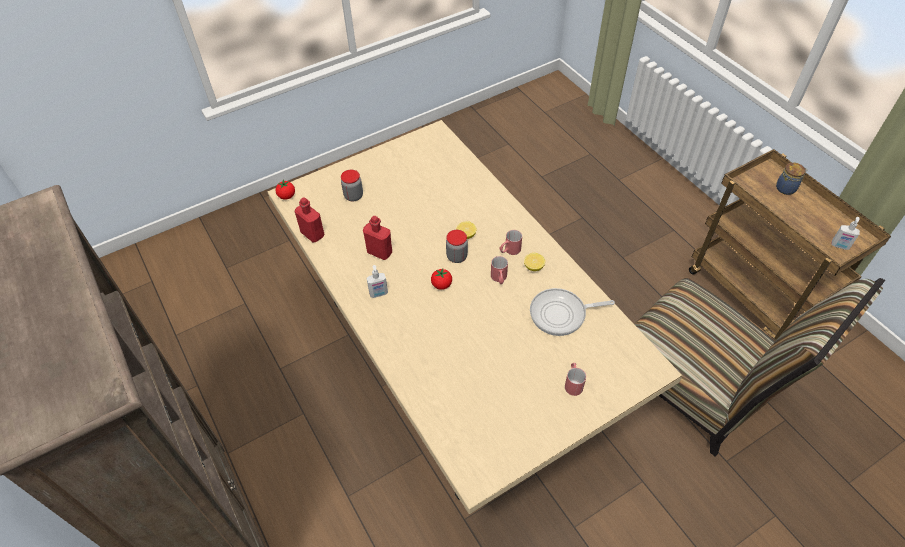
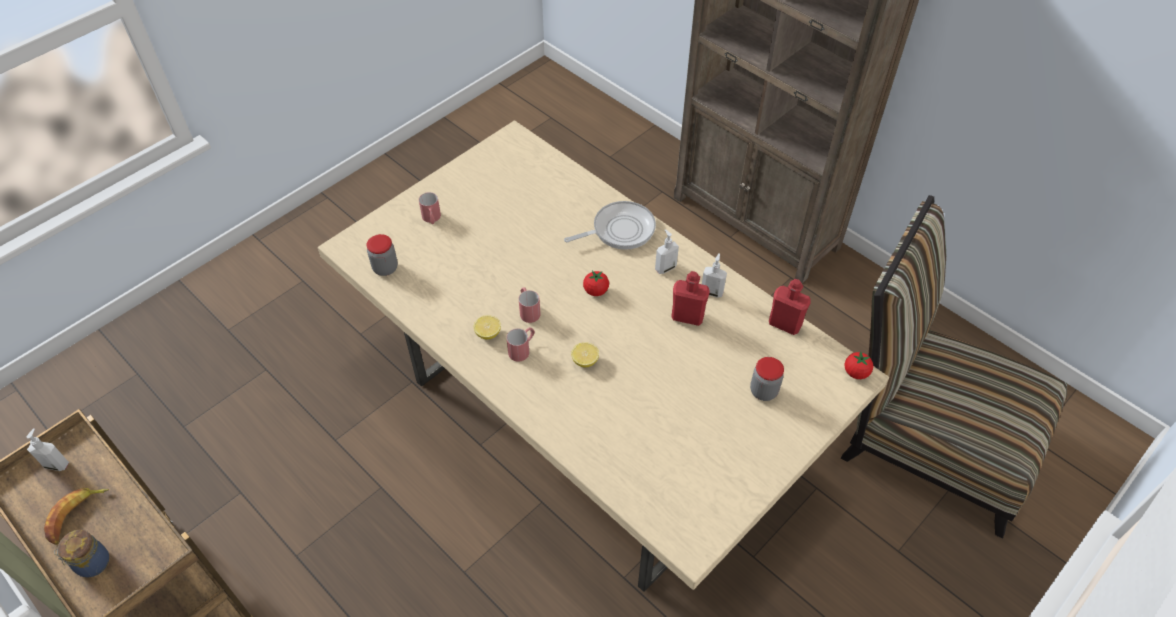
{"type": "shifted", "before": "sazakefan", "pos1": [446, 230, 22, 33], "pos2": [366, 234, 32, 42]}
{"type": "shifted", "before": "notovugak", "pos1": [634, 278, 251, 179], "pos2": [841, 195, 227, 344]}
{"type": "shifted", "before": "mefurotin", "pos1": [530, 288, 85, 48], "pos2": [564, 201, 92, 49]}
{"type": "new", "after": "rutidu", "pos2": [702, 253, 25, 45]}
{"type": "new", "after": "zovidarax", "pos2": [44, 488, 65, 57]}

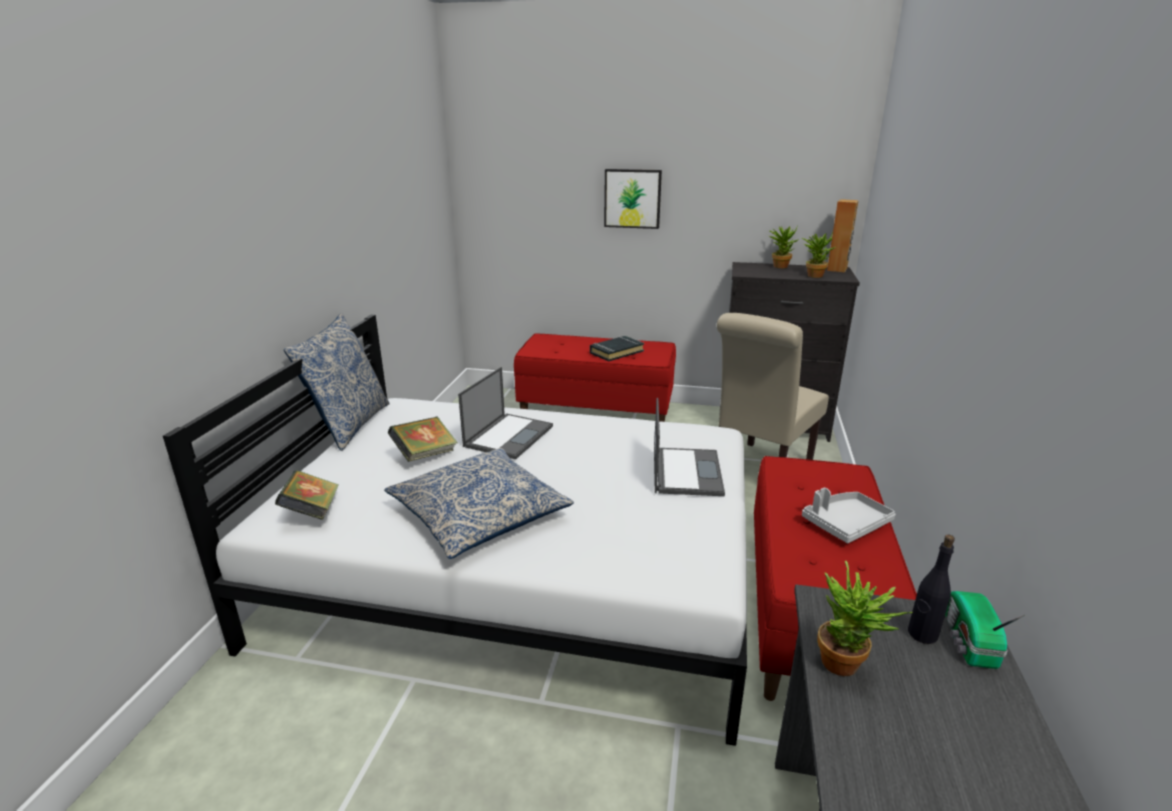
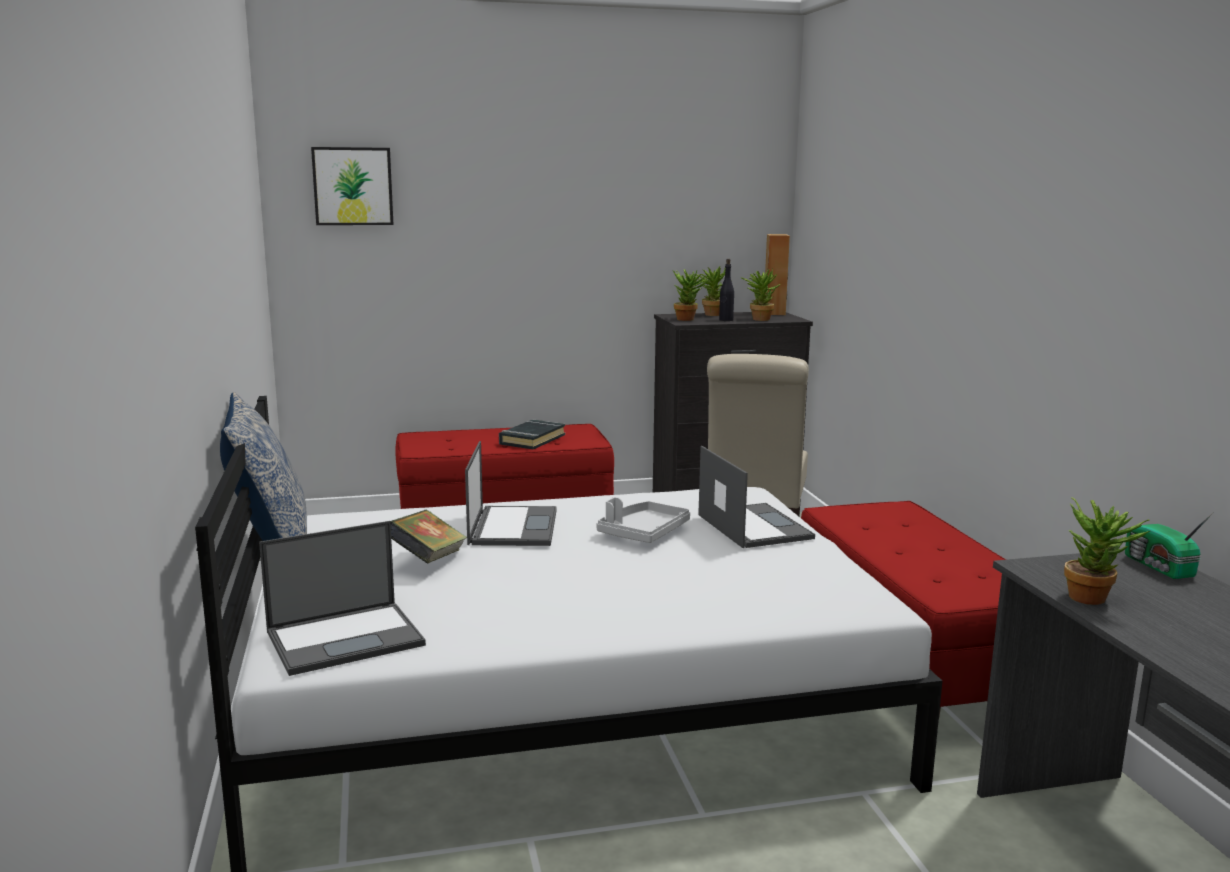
{"type": "shifted", "before": "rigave", "pos1": [604, 169, 58, 60], "pos2": [311, 147, 82, 78]}
{"type": "gone", "before": "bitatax", "pos1": [384, 448, 190, 111]}
{"type": "swapped", "before": "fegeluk", "after": "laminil", "pos1": [275, 470, 64, 50], "pos2": [259, 521, 167, 155]}
{"type": "shifted", "before": "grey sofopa", "pos1": [802, 488, 94, 55], "pos2": [596, 497, 94, 46]}
{"type": "shifted", "before": "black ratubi", "pos1": [908, 535, 47, 109], "pos2": [719, 259, 15, 62]}
{"type": "new", "after": "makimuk", "pos2": [673, 269, 37, 52]}

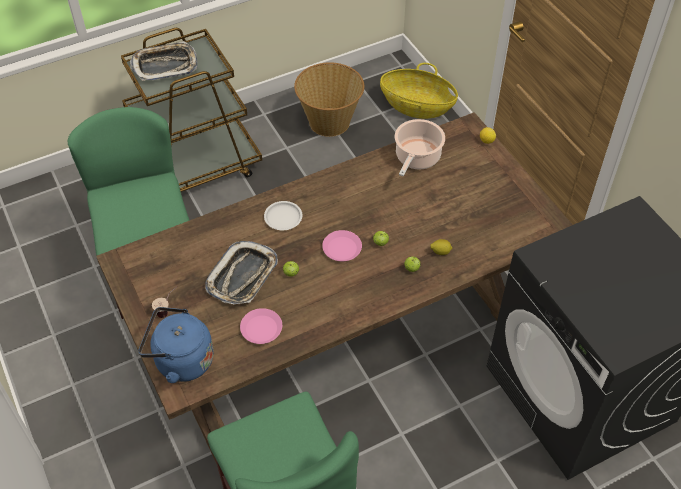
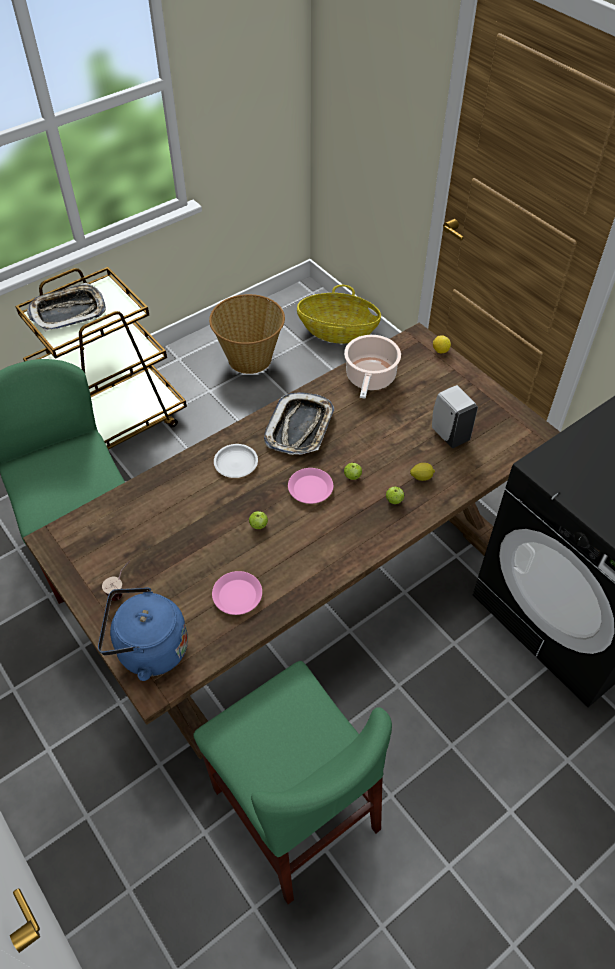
{"type": "shifted", "before": "sofopa", "pos1": [205, 241, 73, 63], "pos2": [264, 392, 70, 63]}
{"type": "new", "after": "white rutidu", "pos2": [432, 385, 46, 63]}

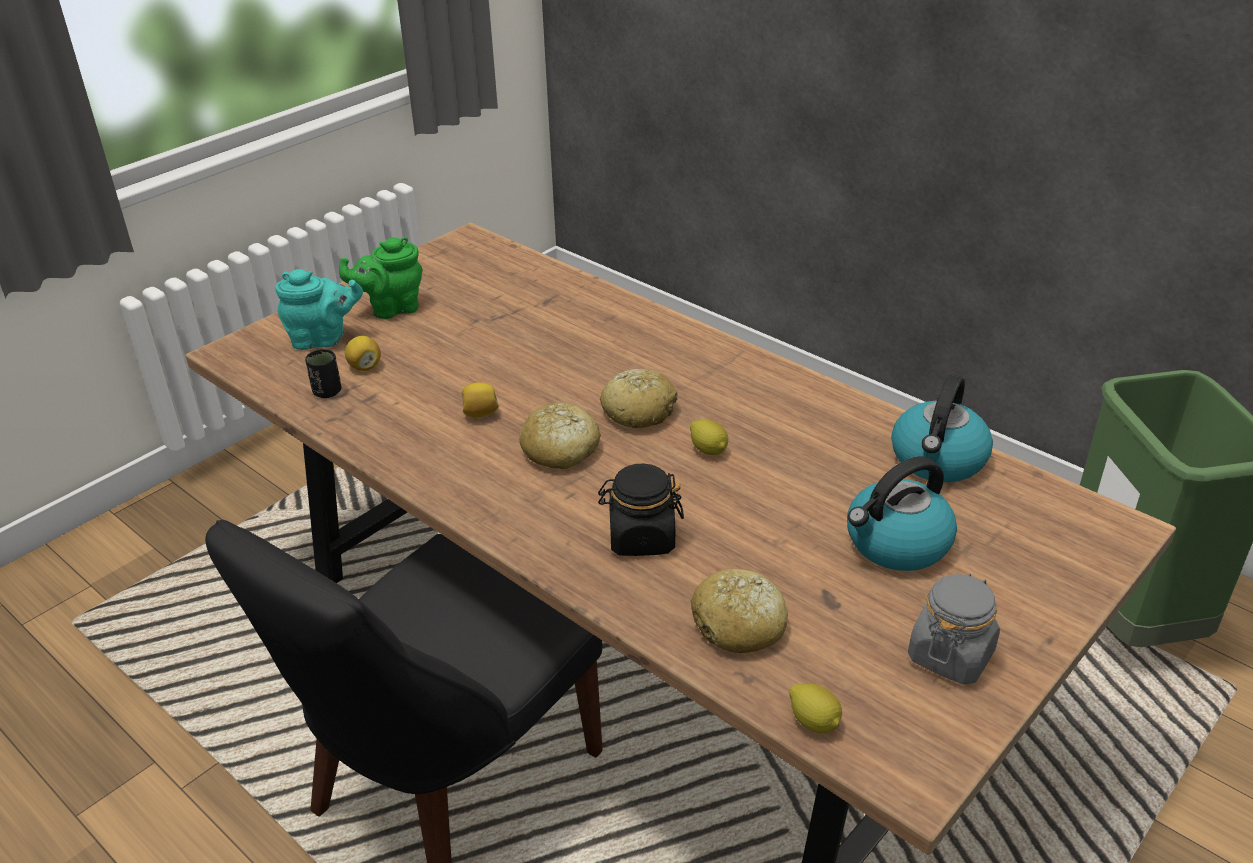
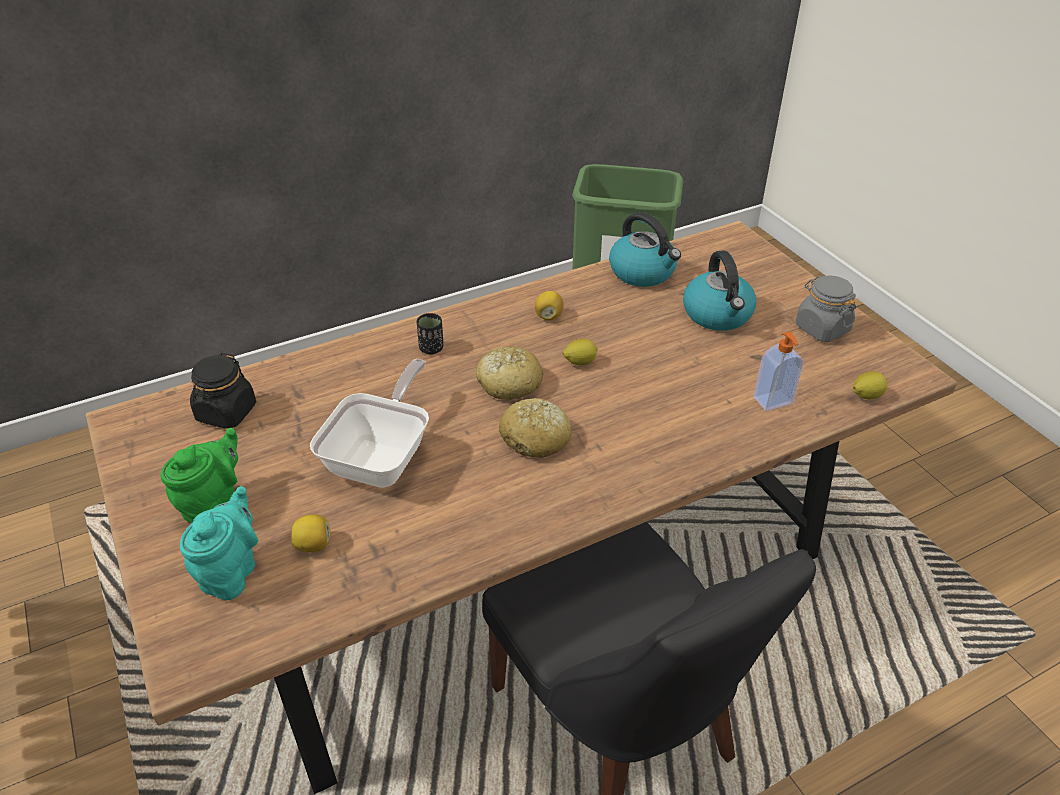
{"type": "rotated", "before": "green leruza", "pos1": [339, 237, 84, 82], "pos2": [160, 428, 78, 96], "turn": -150}
{"type": "shifted", "before": "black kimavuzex", "pos1": [305, 349, 37, 49], "pos2": [417, 313, 26, 42]}
{"type": "shifted", "before": "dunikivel", "pos1": [462, 382, 37, 35], "pos2": [535, 291, 29, 29]}
{"type": "shifted", "before": "black sazakefan", "pos1": [598, 463, 86, 93], "pos2": [190, 353, 66, 76]}
{"type": "swapped", "before": "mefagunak", "after": "rutidu", "pos1": [690, 569, 98, 84], "pos2": [753, 332, 50, 79]}
{"type": "new", "after": "mefurotin", "pos2": [310, 359, 119, 129]}

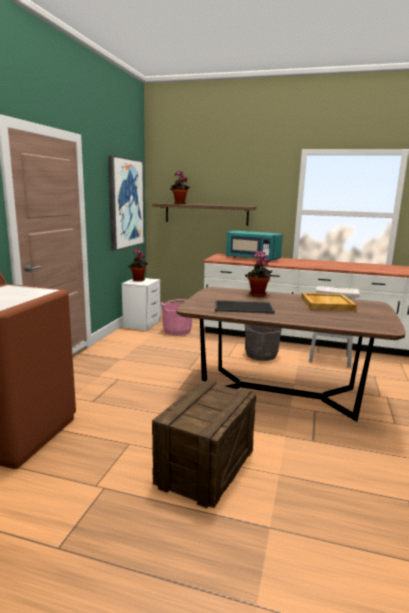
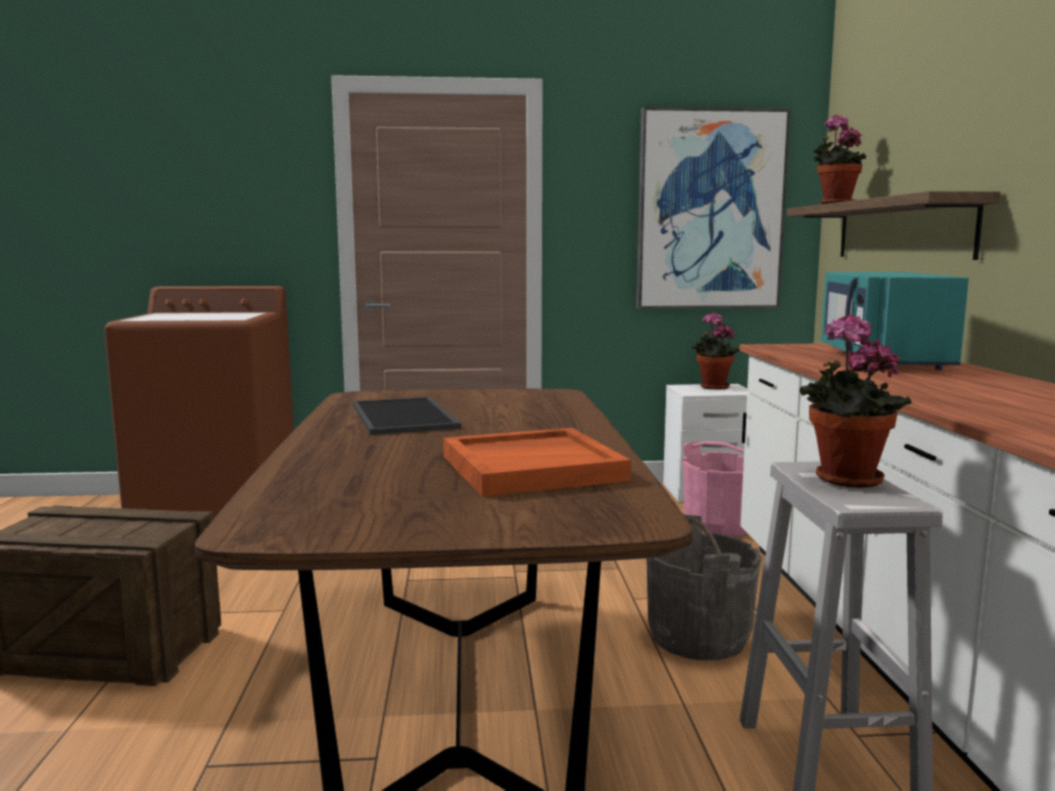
{"type": "shifted", "before": "makimuk", "pos1": [245, 251, 28, 46], "pos2": [799, 314, 113, 174]}
{"type": "repainted", "before": "beige sofopa", "after": "orange sofopa", "pos1": [301, 293, 56, 18], "pos2": [443, 428, 188, 69]}

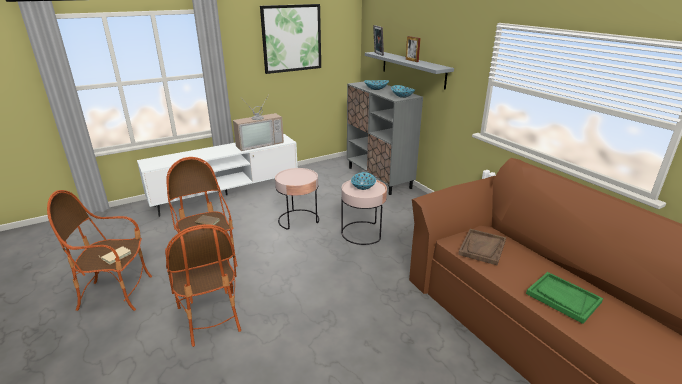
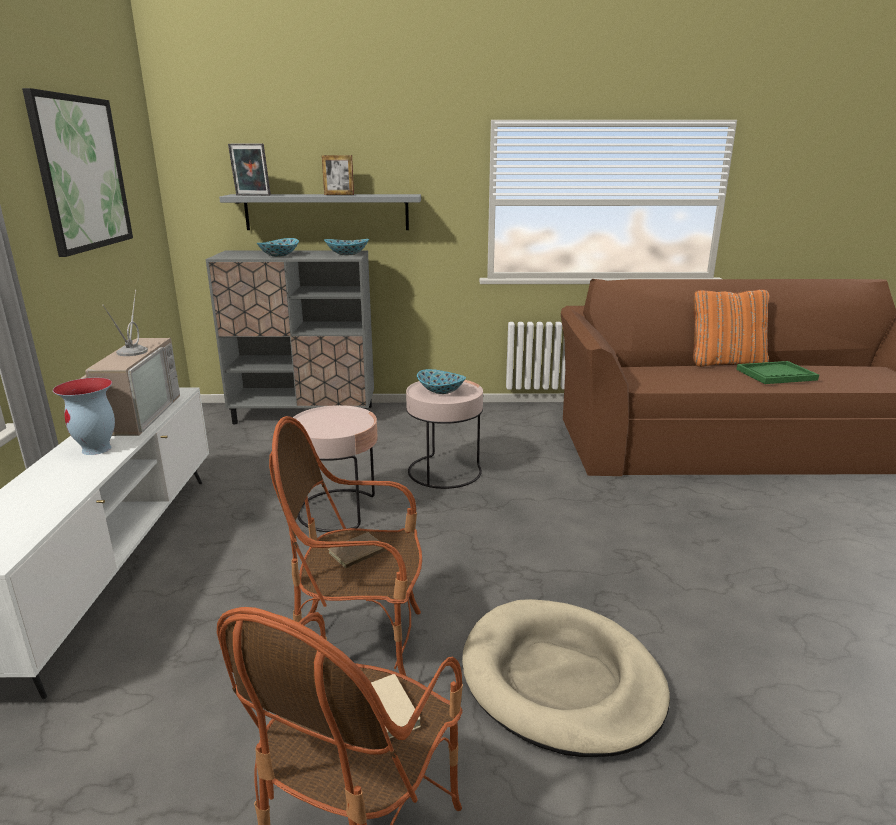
{"type": "swapped", "before": "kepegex", "after": "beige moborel", "pos1": [165, 224, 76, 123], "pos2": [462, 599, 208, 158]}
{"type": "gone", "before": "brown sofopa", "pos1": [458, 229, 48, 36]}
{"type": "new", "after": "orange bitatax", "pos2": [693, 289, 77, 78]}
{"type": "new", "after": "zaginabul", "pos2": [53, 378, 62, 77]}

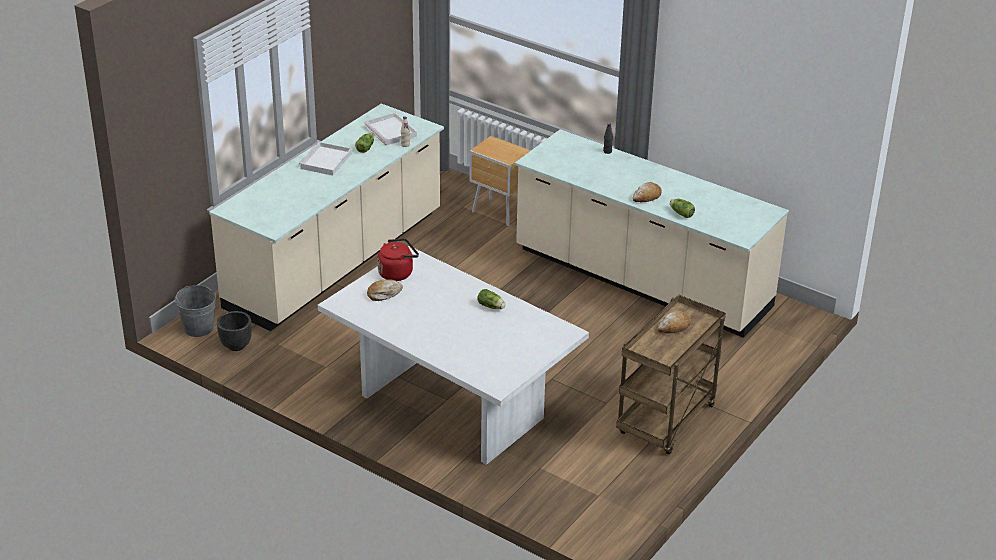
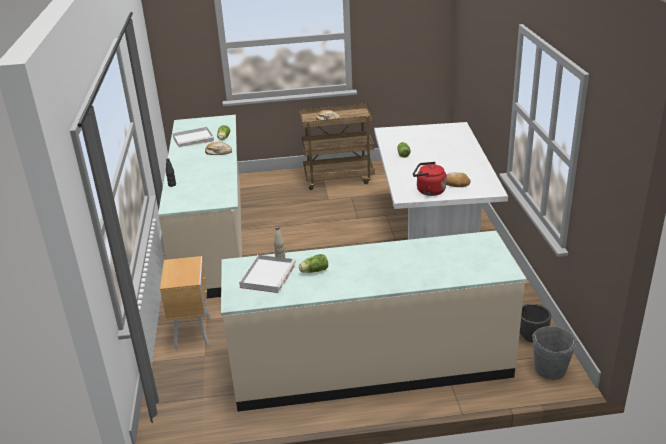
{"type": "shifted", "before": "white sofopa", "pos1": [299, 142, 53, 34], "pos2": [173, 127, 41, 21]}

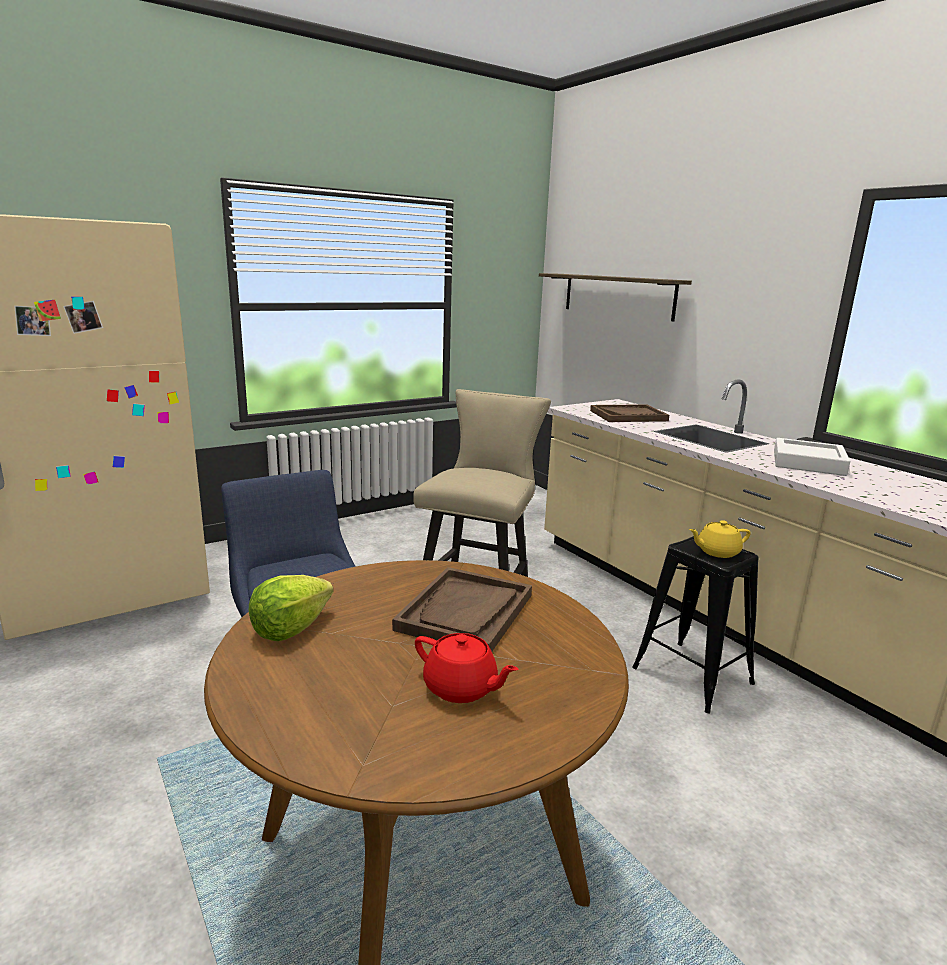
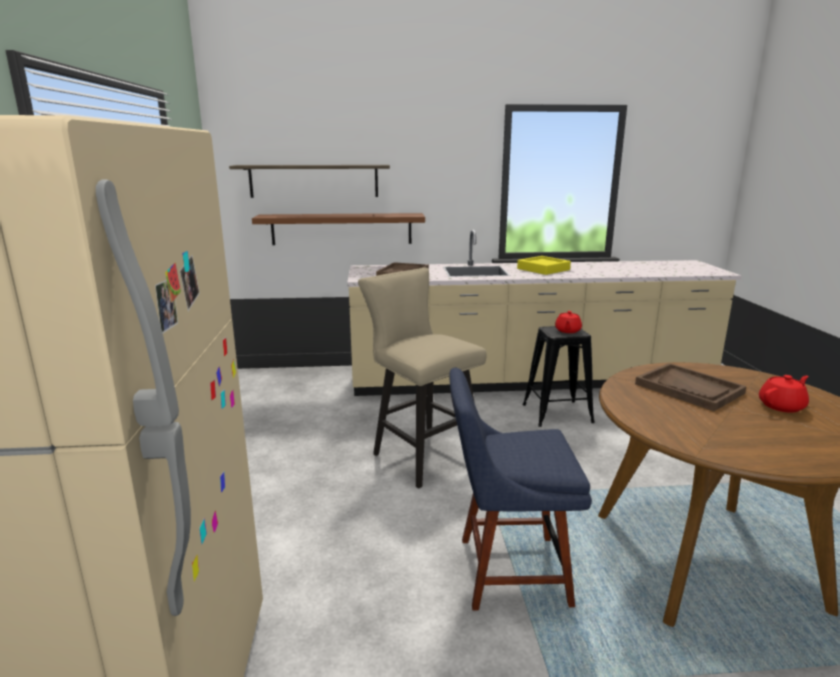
{"type": "repainted", "before": "white sofopa", "after": "yellow sofopa", "pos1": [774, 438, 76, 38], "pos2": [517, 256, 54, 19]}
{"type": "repainted", "before": "yellow leruza", "after": "red leruza", "pos1": [689, 520, 62, 38], "pos2": [555, 311, 27, 22]}
{"type": "gone", "before": "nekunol", "pos1": [249, 575, 84, 66]}
{"type": "new", "after": "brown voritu", "pos2": [252, 213, 173, 32]}

